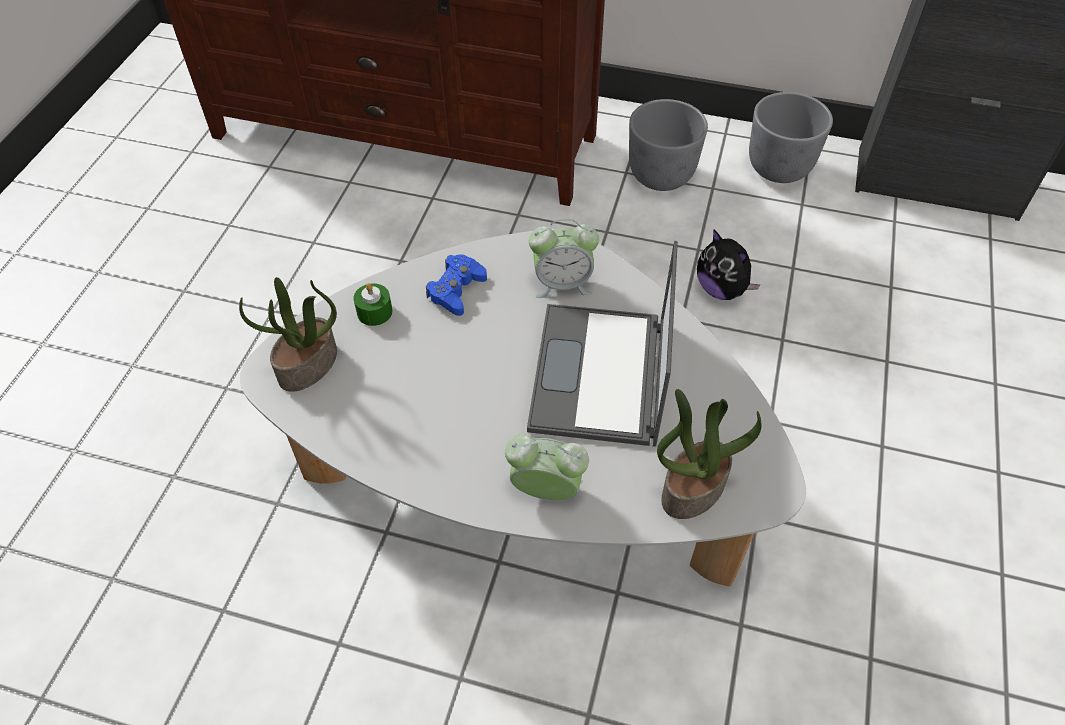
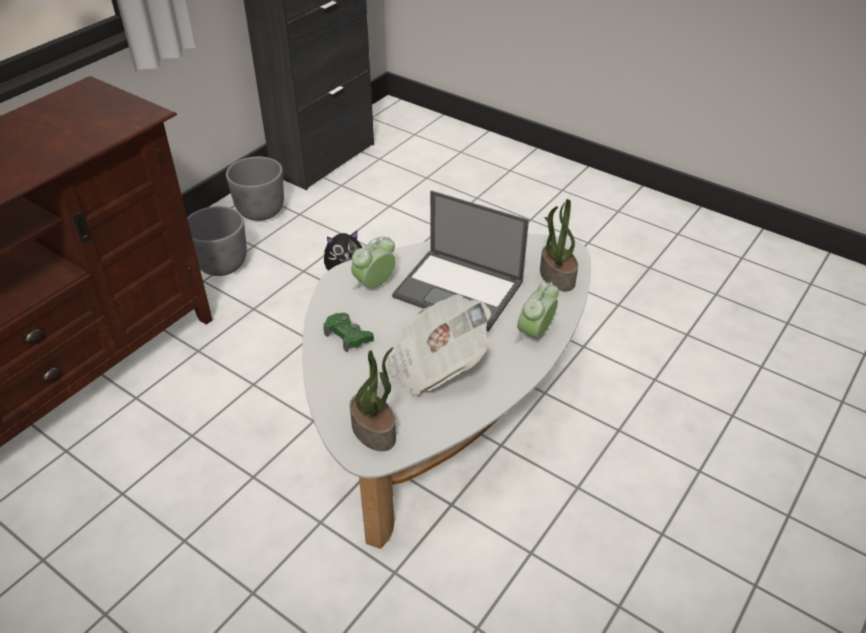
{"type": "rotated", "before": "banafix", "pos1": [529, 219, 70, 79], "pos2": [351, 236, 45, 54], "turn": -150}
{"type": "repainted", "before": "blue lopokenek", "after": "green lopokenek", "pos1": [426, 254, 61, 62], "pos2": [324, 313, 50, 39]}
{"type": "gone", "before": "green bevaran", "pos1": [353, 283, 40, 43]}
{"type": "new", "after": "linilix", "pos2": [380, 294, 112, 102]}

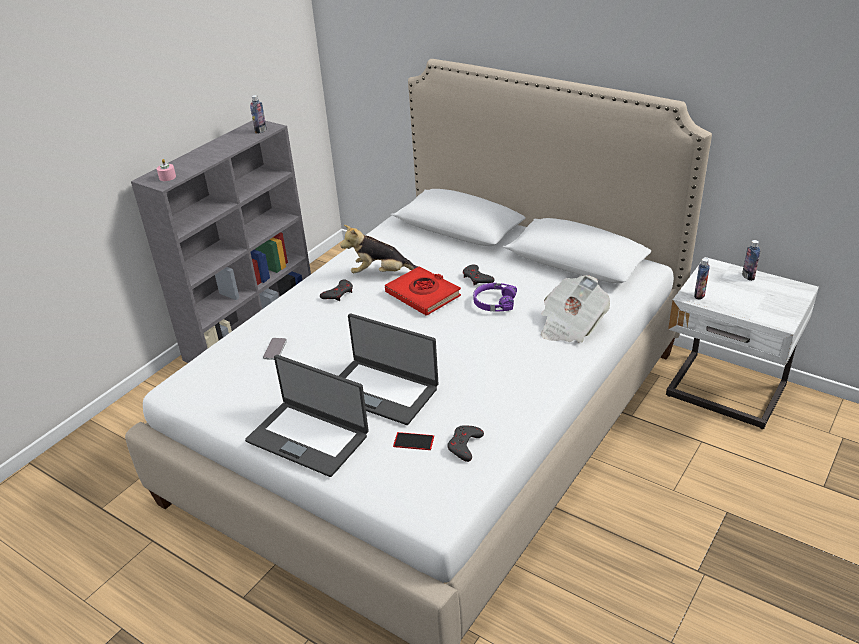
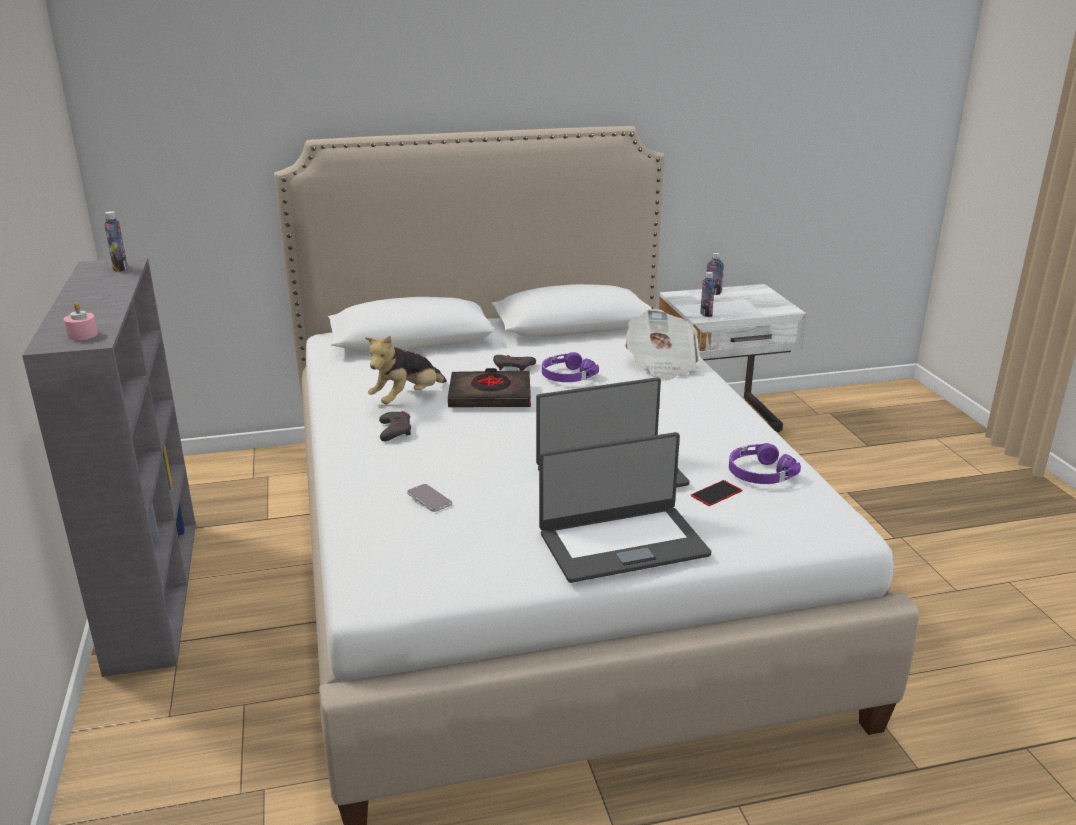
{"type": "repainted", "before": "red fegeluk", "after": "black fegeluk", "pos1": [385, 267, 76, 49], "pos2": [448, 368, 83, 39]}
{"type": "swapped", "before": "grey lopokenek", "after": "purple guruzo", "pos1": [447, 425, 37, 37], "pos2": [729, 443, 72, 41]}

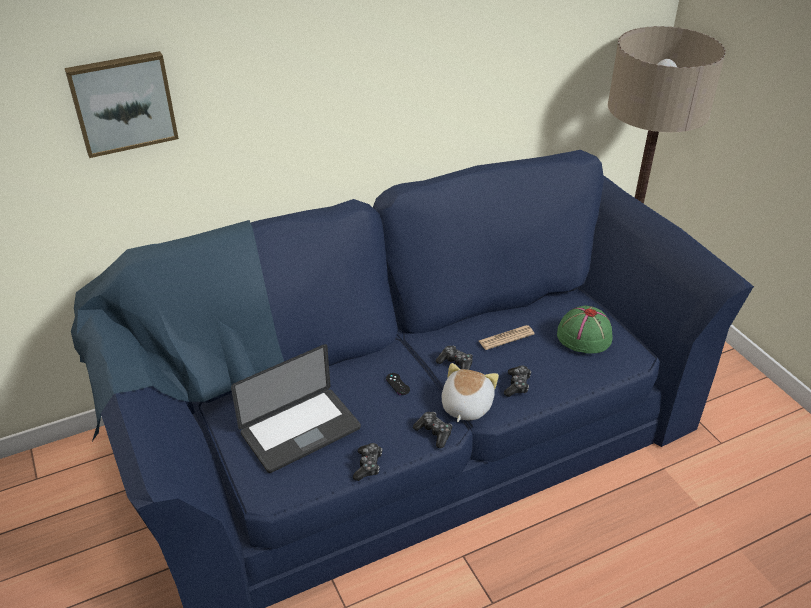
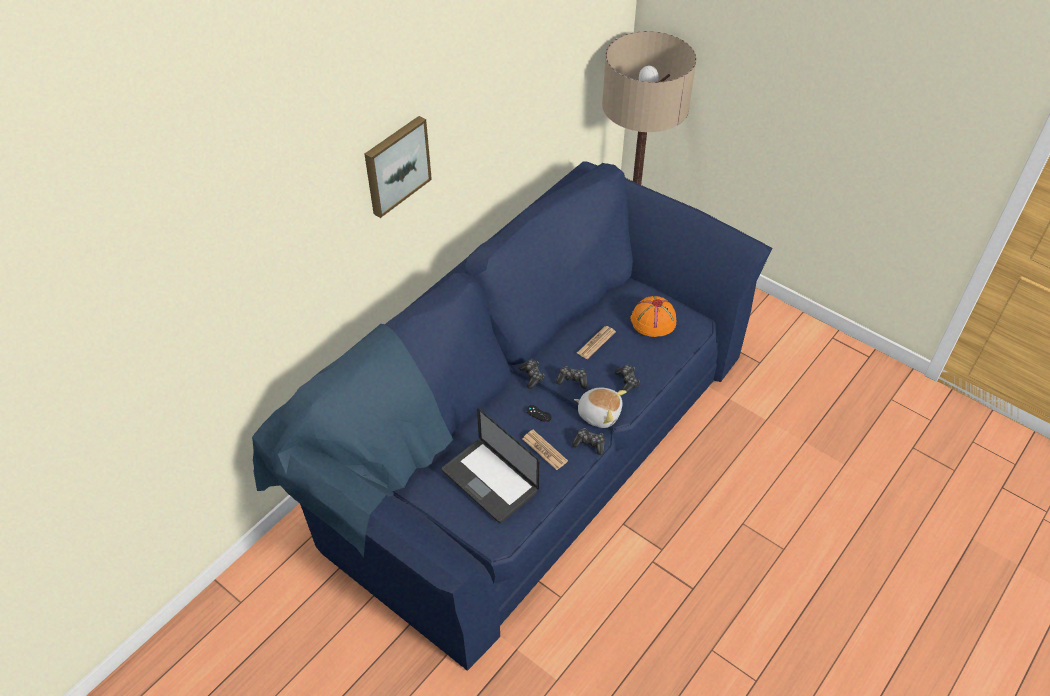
{"type": "shifted", "before": "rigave", "pos1": [65, 51, 114, 107], "pos2": [365, 116, 67, 102]}
{"type": "repainted", "before": "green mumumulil", "after": "orange mumumulil", "pos1": [557, 305, 56, 49], "pos2": [630, 296, 46, 41]}
{"type": "rotated", "before": "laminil", "pos1": [231, 344, 130, 129], "pos2": [442, 408, 98, 115], "turn": 105}
{"type": "rotated", "before": "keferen", "pos1": [442, 363, 57, 59], "pos2": [574, 388, 53, 40], "turn": 120}
{"type": "shifted", "before": "lopokenek", "pos1": [353, 443, 29, 38], "pos2": [519, 360, 25, 29]}
{"type": "new", "after": "linilix", "pos2": [523, 430, 45, 40]}

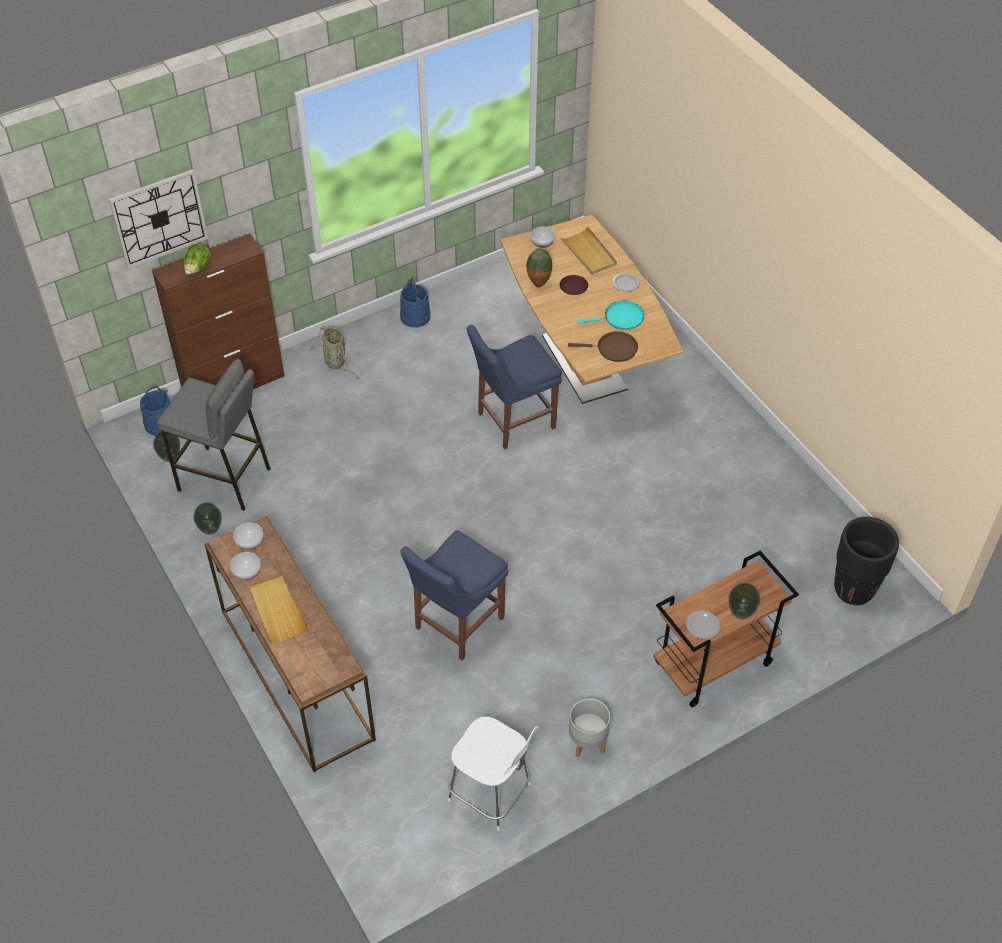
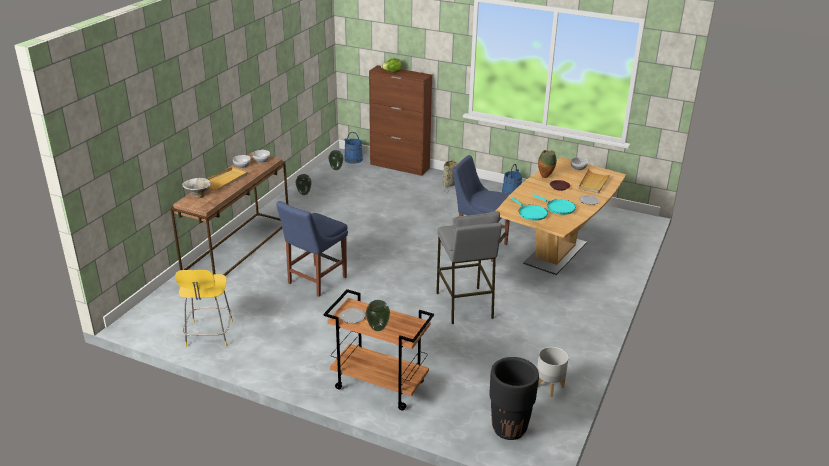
{"type": "gone", "before": "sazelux", "pos1": [109, 169, 99, 100]}
{"type": "repainted", "before": "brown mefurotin", "after": "turquoise mefurotin", "pos1": [568, 331, 70, 31], "pos2": [510, 197, 38, 24]}
{"type": "shifted", "before": "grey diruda", "pos1": [157, 359, 113, 152], "pos2": [436, 211, 66, 113]}
{"type": "rotated", "before": "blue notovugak", "pos1": [400, 530, 108, 131], "pos2": [276, 201, 72, 96], "turn": -60}
{"type": "shifted", "before": "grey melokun", "pos1": [569, 698, 41, 60], "pos2": [537, 347, 32, 50]}
{"type": "repainted", "before": "white notovugak", "after": "yellow notovugak", "pos1": [448, 717, 91, 114], "pos2": [175, 270, 58, 77]}
{"type": "new", "after": "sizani", "pos2": [182, 178, 29, 20]}

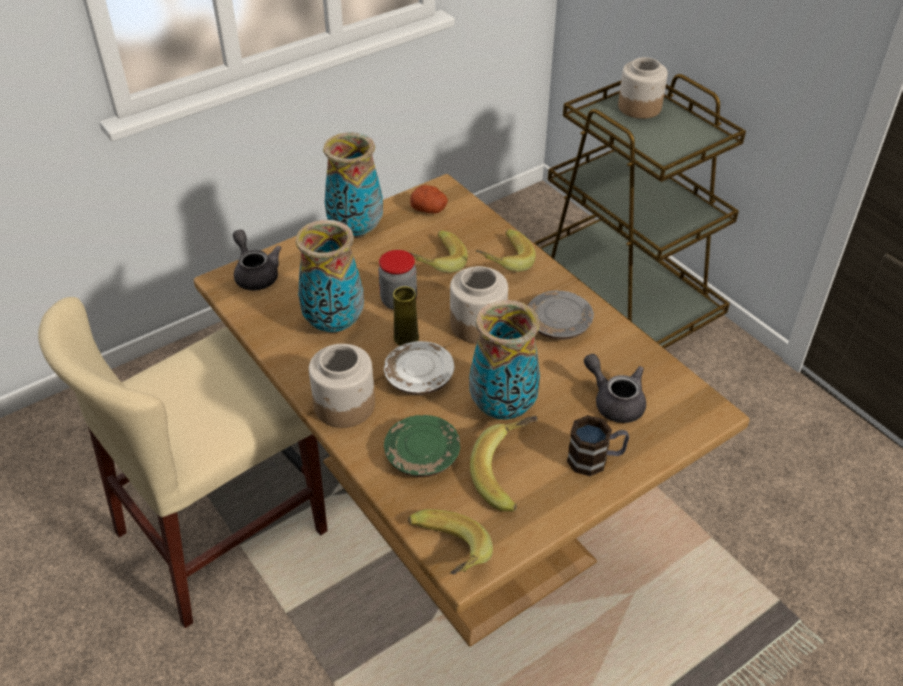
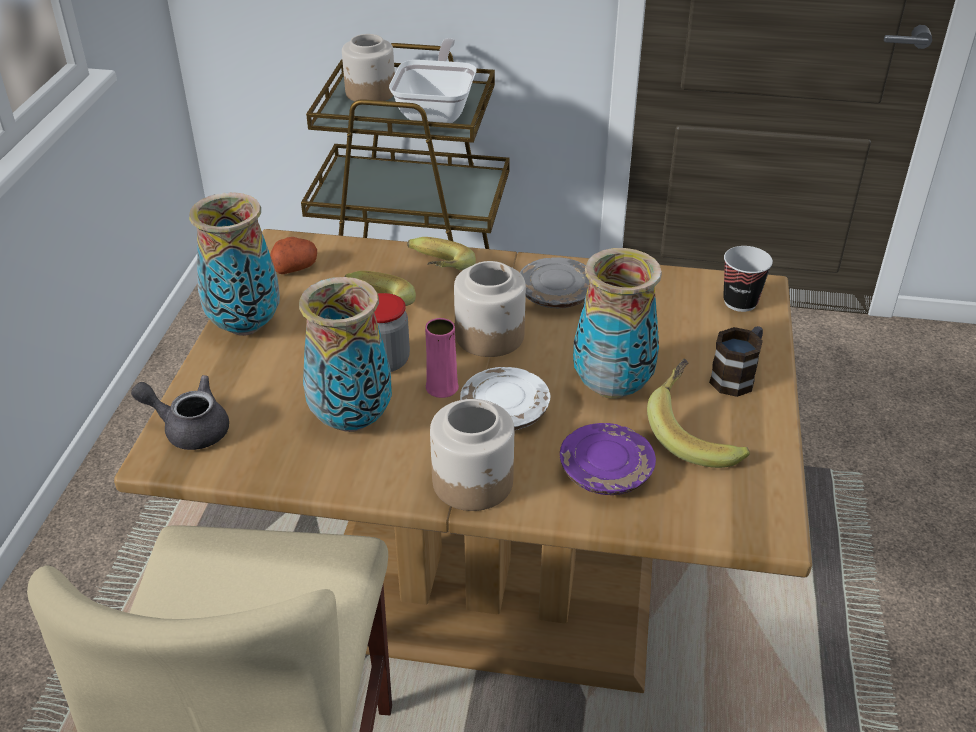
{"type": "repainted", "before": "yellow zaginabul", "after": "pink zaginabul", "pos1": [393, 286, 26, 60], "pos2": [425, 318, 34, 80]}
{"type": "gone", "before": "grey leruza", "pos1": [584, 354, 62, 69]}
{"type": "repainted", "before": "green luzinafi", "after": "purple luzinafi", "pos1": [384, 415, 76, 62], "pos2": [560, 423, 96, 72]}
{"type": "gone", "before": "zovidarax", "pos1": [408, 509, 85, 66]}
{"type": "new", "after": "mefurotin", "pos2": [389, 38, 88, 85]}
{"type": "new", "after": "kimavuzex", "pos2": [723, 246, 50, 66]}

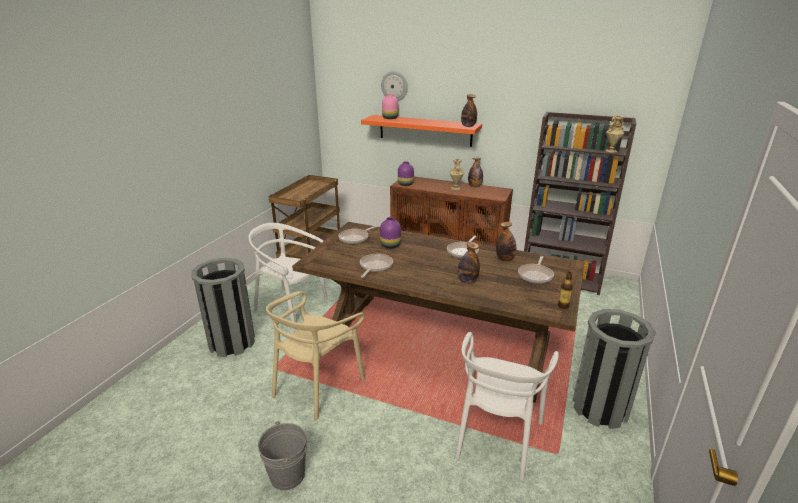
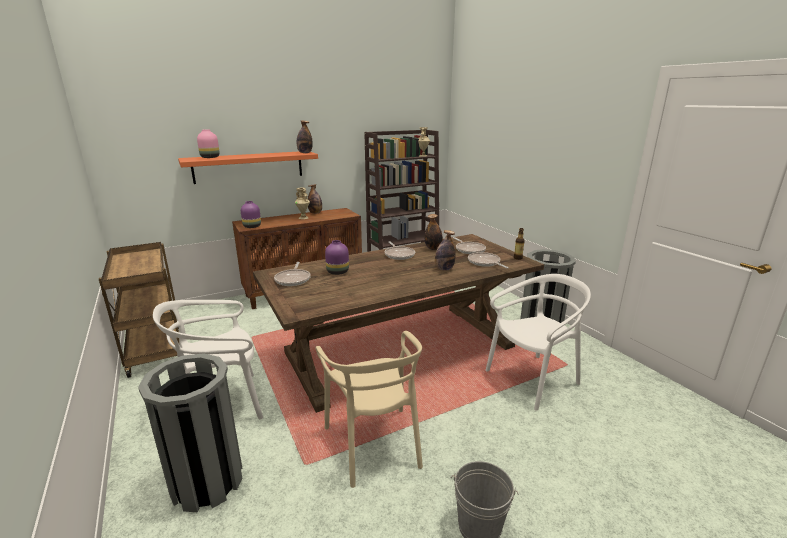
{"type": "gone", "before": "sazelux", "pos1": [381, 71, 27, 30]}
{"type": "shifted", "before": "mefurotin", "pos1": [360, 254, 33, 24], "pos2": [468, 252, 41, 17]}
{"type": "rotated", "before": "white notovugak", "pos1": [455, 332, 104, 148], "pos2": [485, 274, 106, 137], "turn": -90}

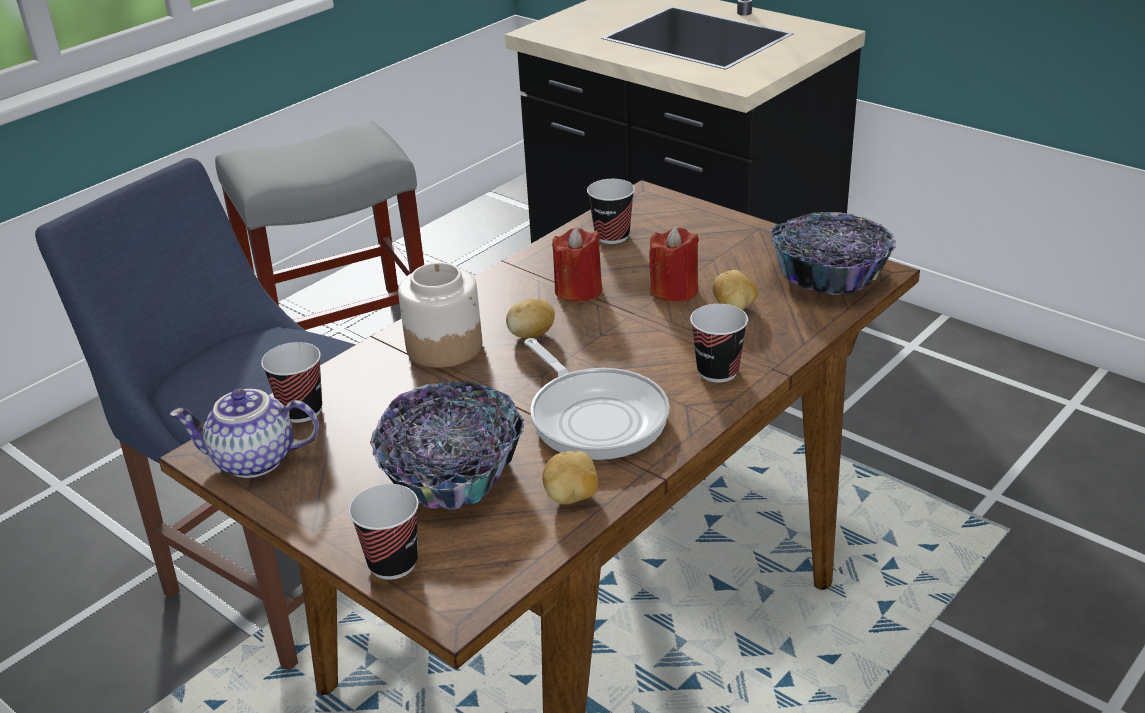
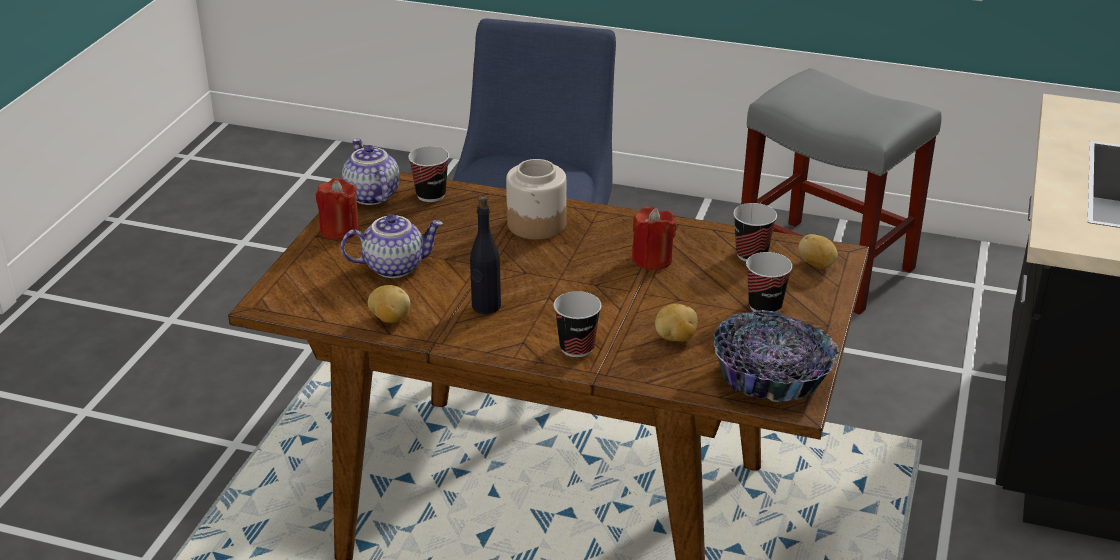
{"type": "shifted", "before": "red bevaran", "pos1": [649, 227, 50, 75], "pos2": [316, 178, 43, 62]}
{"type": "shifted", "before": "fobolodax", "pos1": [506, 299, 49, 39], "pos2": [799, 234, 39, 35]}
{"type": "swapped", "before": "mefurotin", "after": "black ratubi", "pos1": [524, 338, 146, 122], "pos2": [470, 196, 31, 118]}
{"type": "swapped", "before": "sizani", "after": "leruza", "pos1": [370, 381, 154, 130], "pos2": [341, 214, 102, 64]}
{"type": "shifted", "before": "kimavuzex", "pos1": [349, 484, 70, 96], "pos2": [746, 252, 46, 61]}

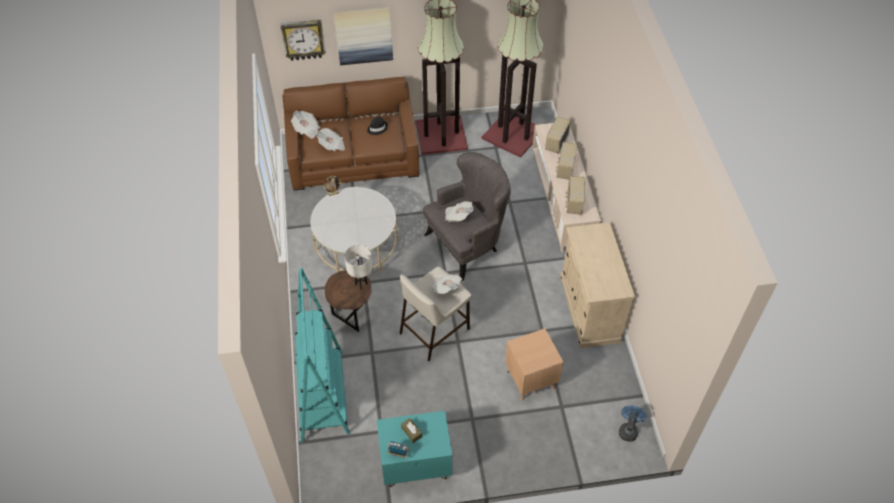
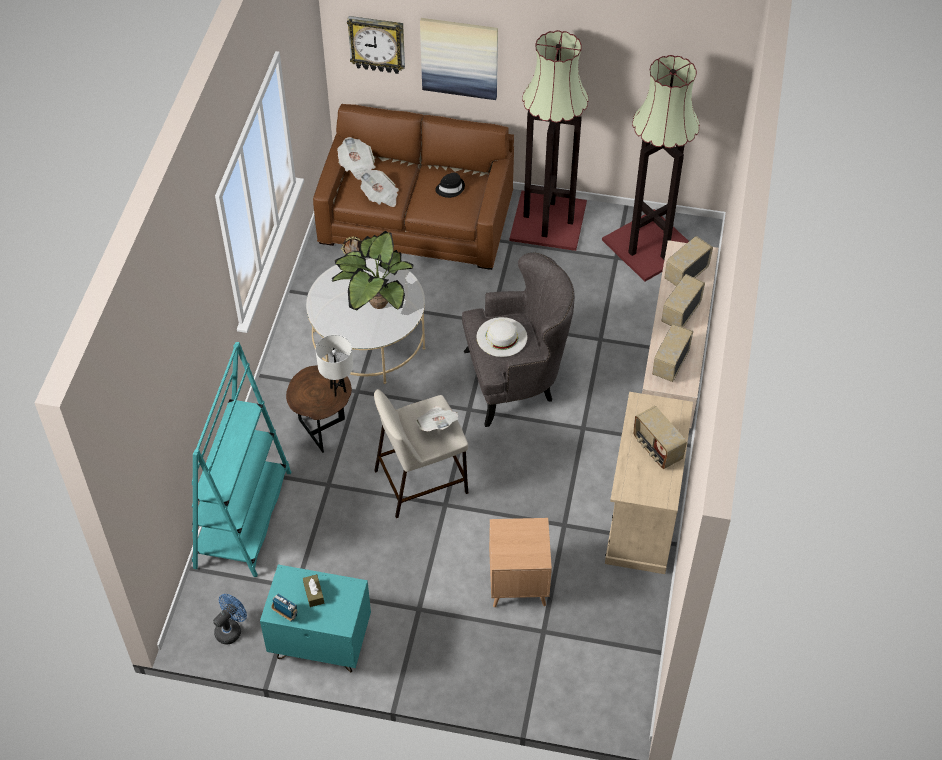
{"type": "swapped", "before": "linilix", "after": "white mumumulil", "pos1": [445, 201, 29, 20], "pos2": [477, 317, 50, 40]}
{"type": "shifted", "before": "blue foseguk", "pos1": [619, 405, 28, 37], "pos2": [213, 594, 34, 50]}
{"type": "new", "after": "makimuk", "pos2": [332, 231, 81, 79]}
{"type": "new", "after": "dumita", "pos2": [633, 406, 54, 63]}

